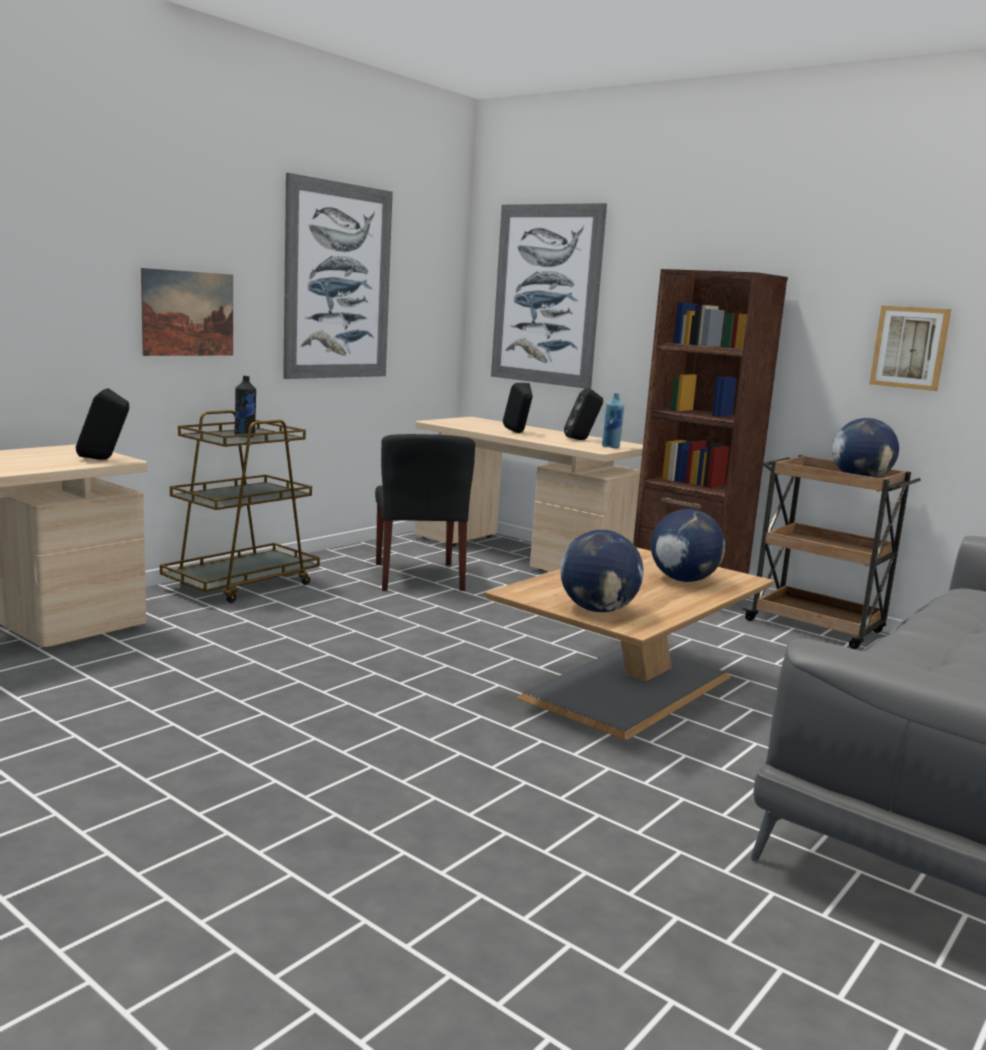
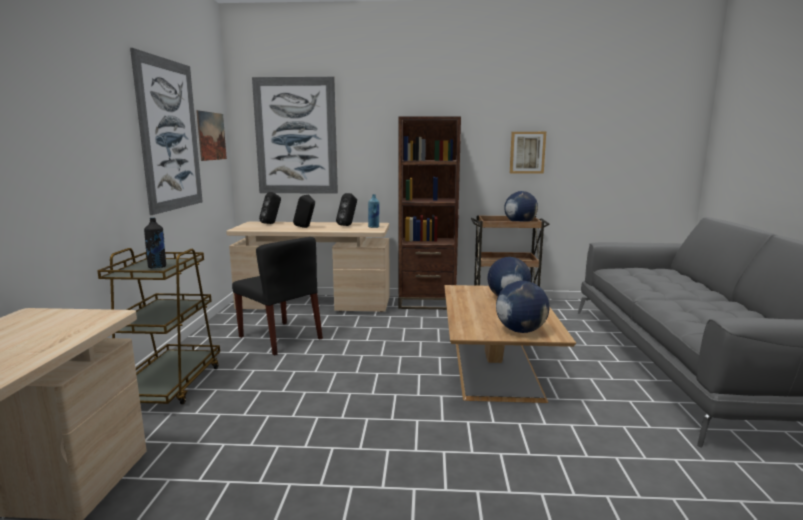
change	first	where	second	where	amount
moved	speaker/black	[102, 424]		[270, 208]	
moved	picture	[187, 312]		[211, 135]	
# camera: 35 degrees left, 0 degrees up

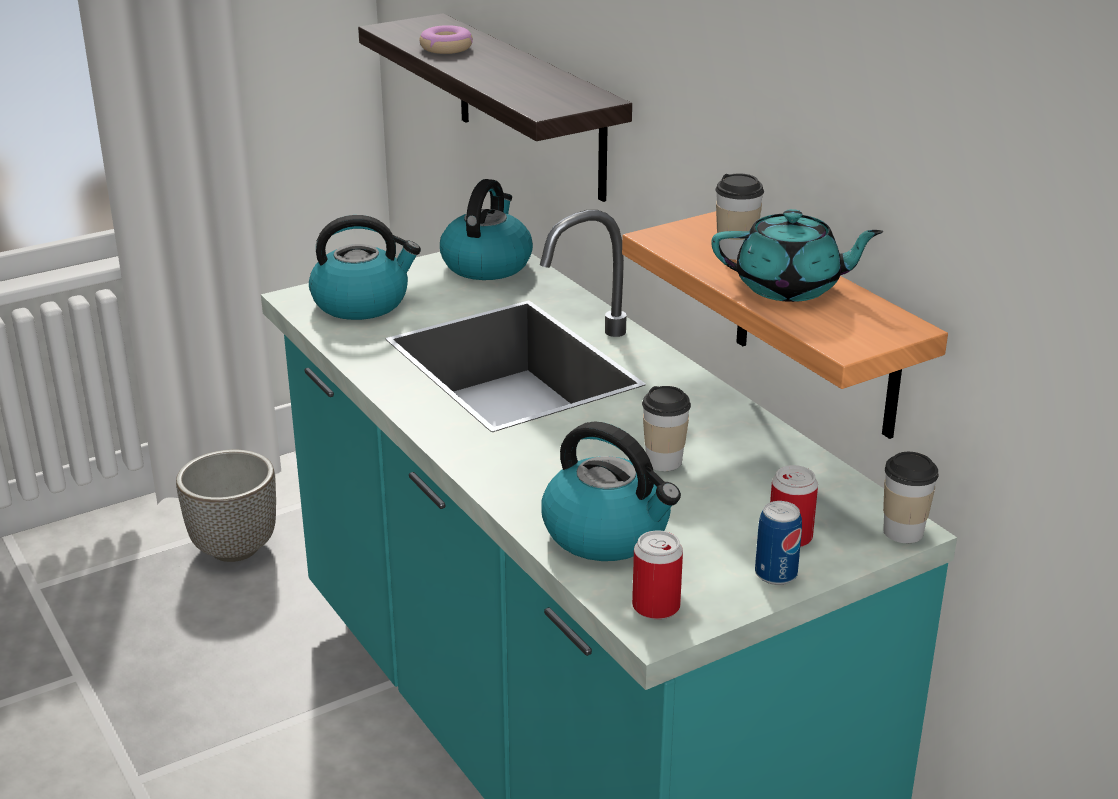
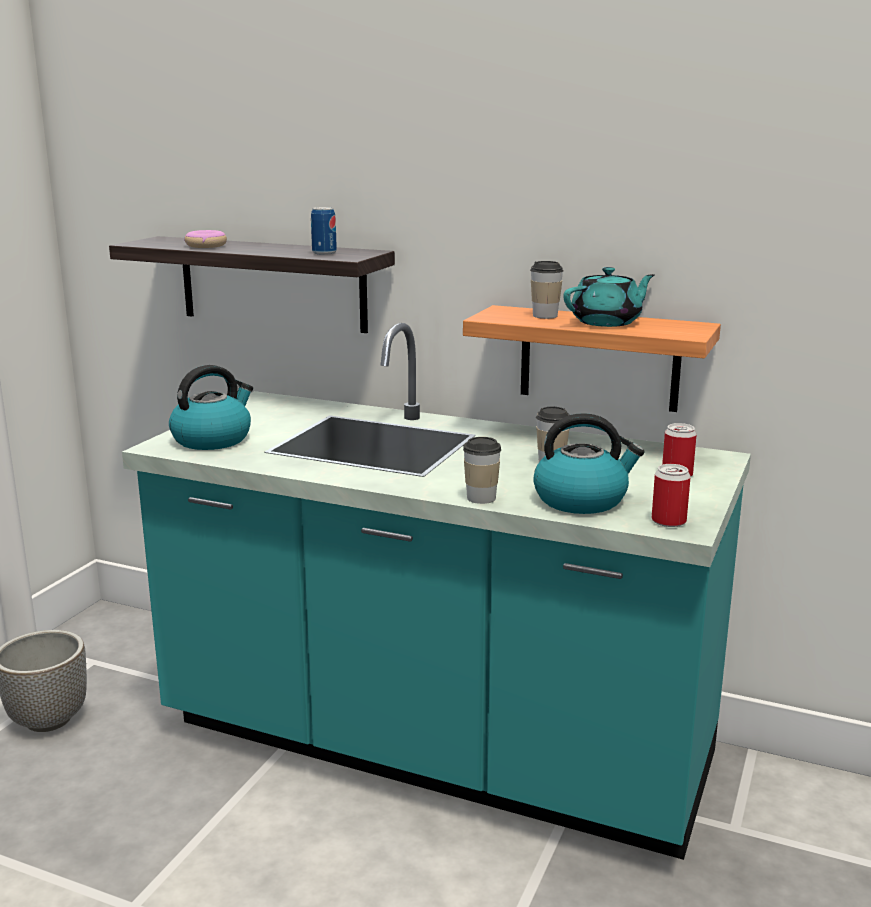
change	first	where	second	where	amount
removed	kettle	[486, 229]			
moved	can	[778, 543]		[324, 231]	
moved	cup	[911, 497]		[482, 470]	
# camera: 35 degrees left, 10 degrees down

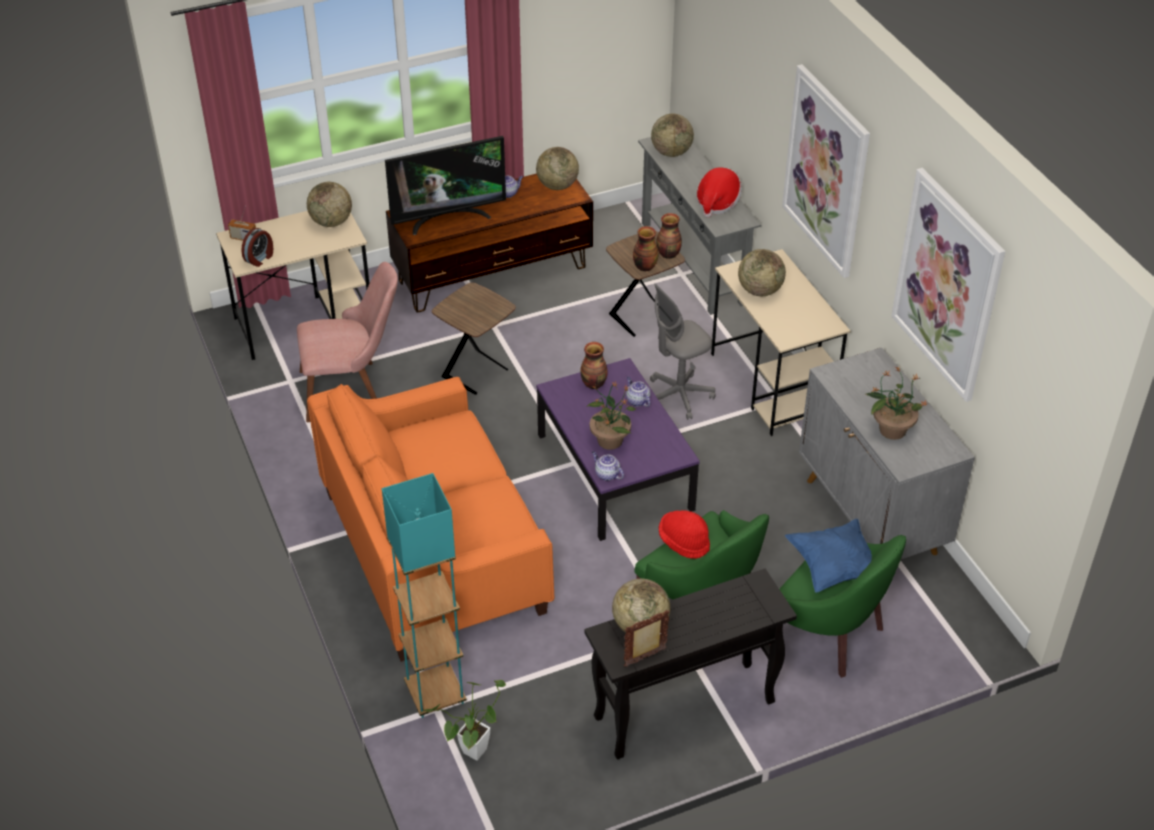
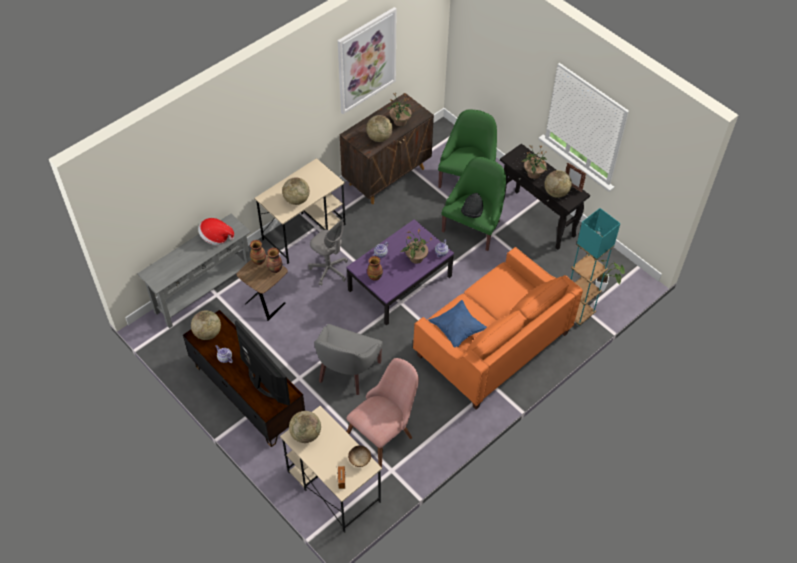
change	first	where	second	where	amount
removed	picture	[826, 171]			
added			potted plant	[534, 162]	
moved	globe	[672, 135]		[379, 128]	
moved	pillow/blue	[828, 556]		[457, 324]	
replaced	alarm clock	[257, 247]	bowl	[359, 456]	
replaced	side table/brown	[474, 338]	armchair/grey	[348, 359]	
recoloured	hat/red	[684, 534]	hat/black	[472, 205]	
recoloured	cabinet/grey	[887, 453]	cabinet/brown	[387, 149]	
turned	chair/pink	[347, 342]		[382, 412]	75 degrees clockwise
# camera: 110 degrees left, 10 degrees up

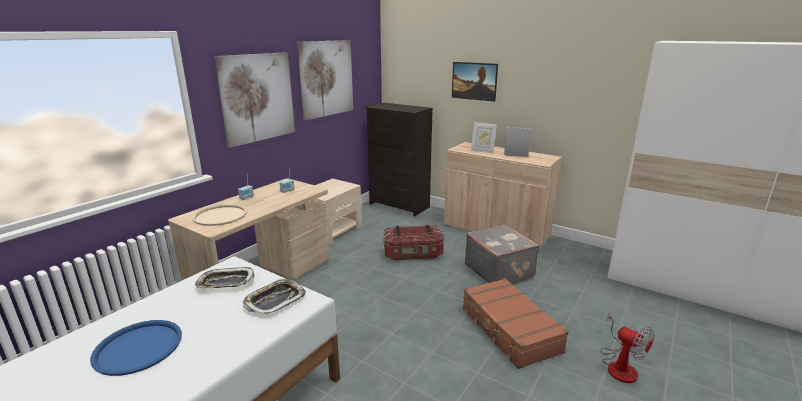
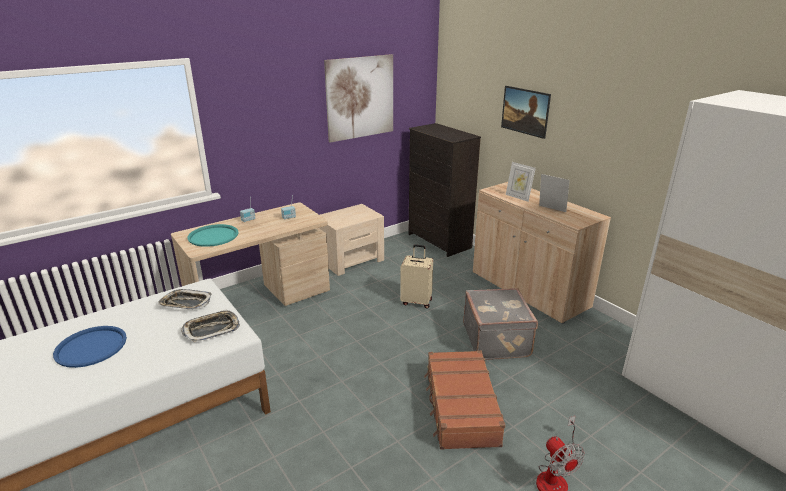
change	first	where	second	where	amount
removed	picture	[254, 100]			
replaced	storage box	[413, 242]	suitcase/beige	[416, 277]	
recoloured	tray/beige	[219, 215]	tray/turquoise	[213, 235]	
# camera: 20 degrees right, 5 degrees up

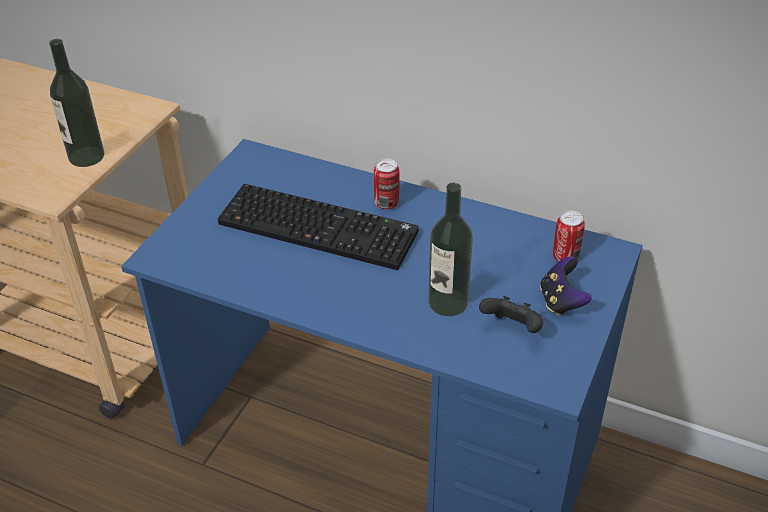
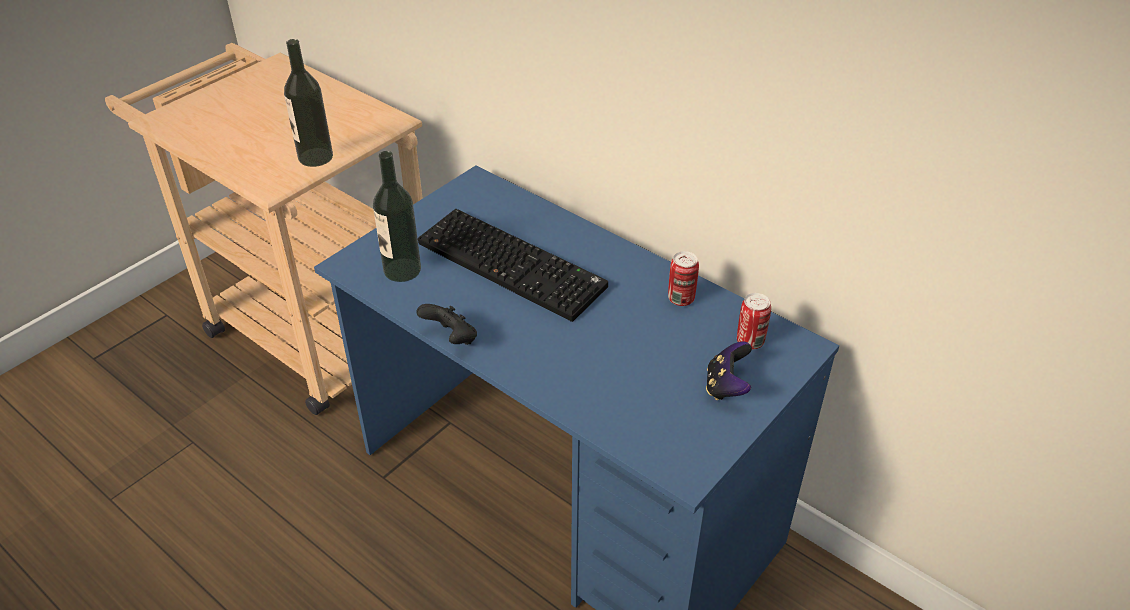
change	first	where	second	where	amount
moved	can	[386, 183]		[683, 278]	
moved	bottle	[450, 249]		[397, 216]	
moved	game controller/black	[511, 314]		[446, 324]	
# camera: 15 degrees right, 0 degrees up

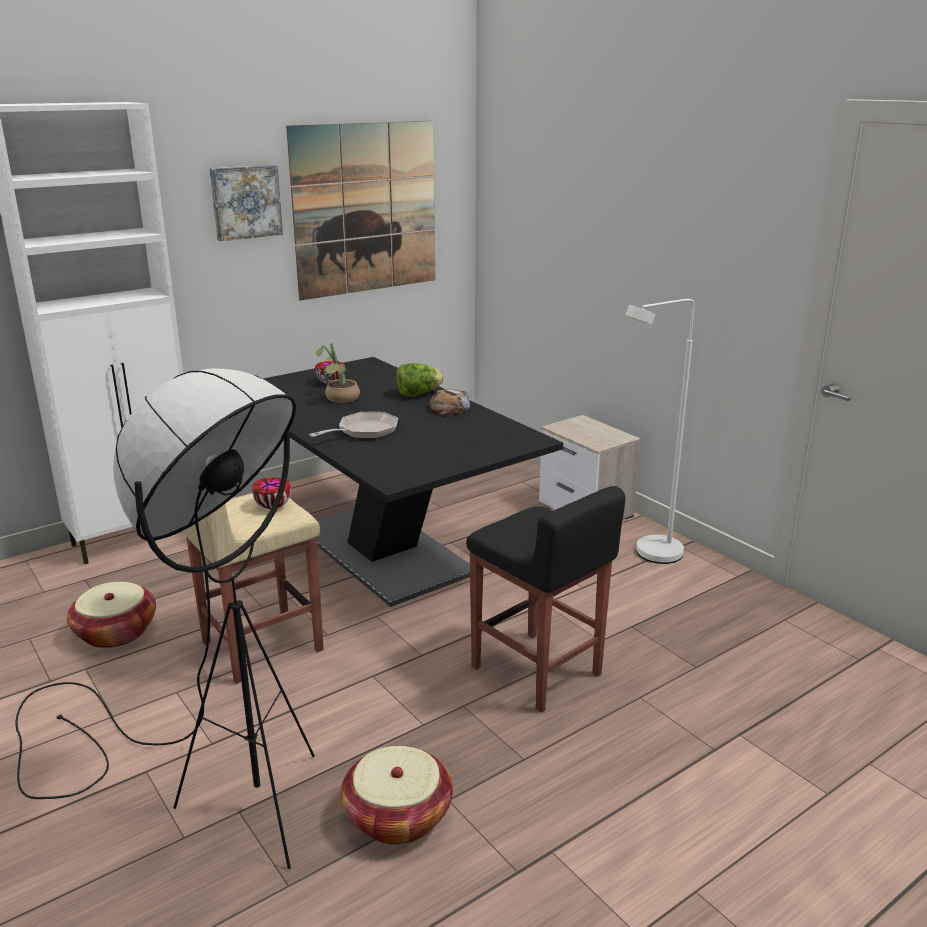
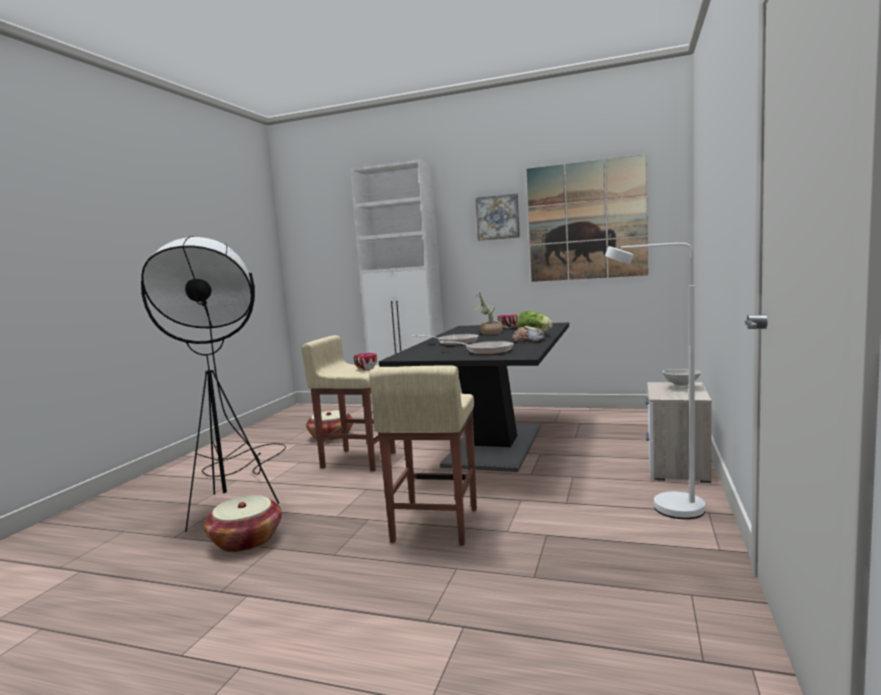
change	first	where	second	where	amount
added			frying pan	[477, 348]	
added			bowl/white	[682, 379]	
recoloured	stool/black	[545, 599]	stool/beige	[423, 455]	
# camera: 55 degrees right, 15 degrees down

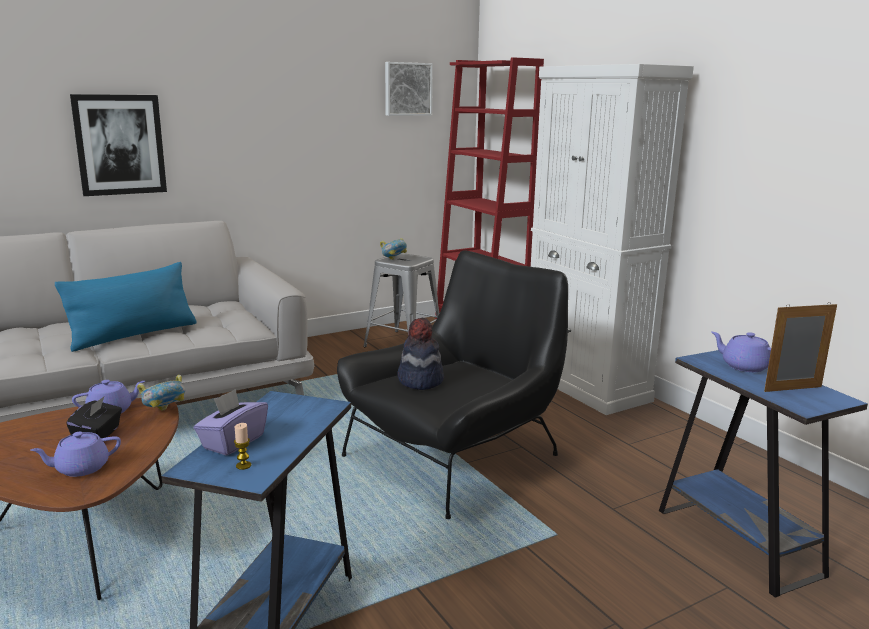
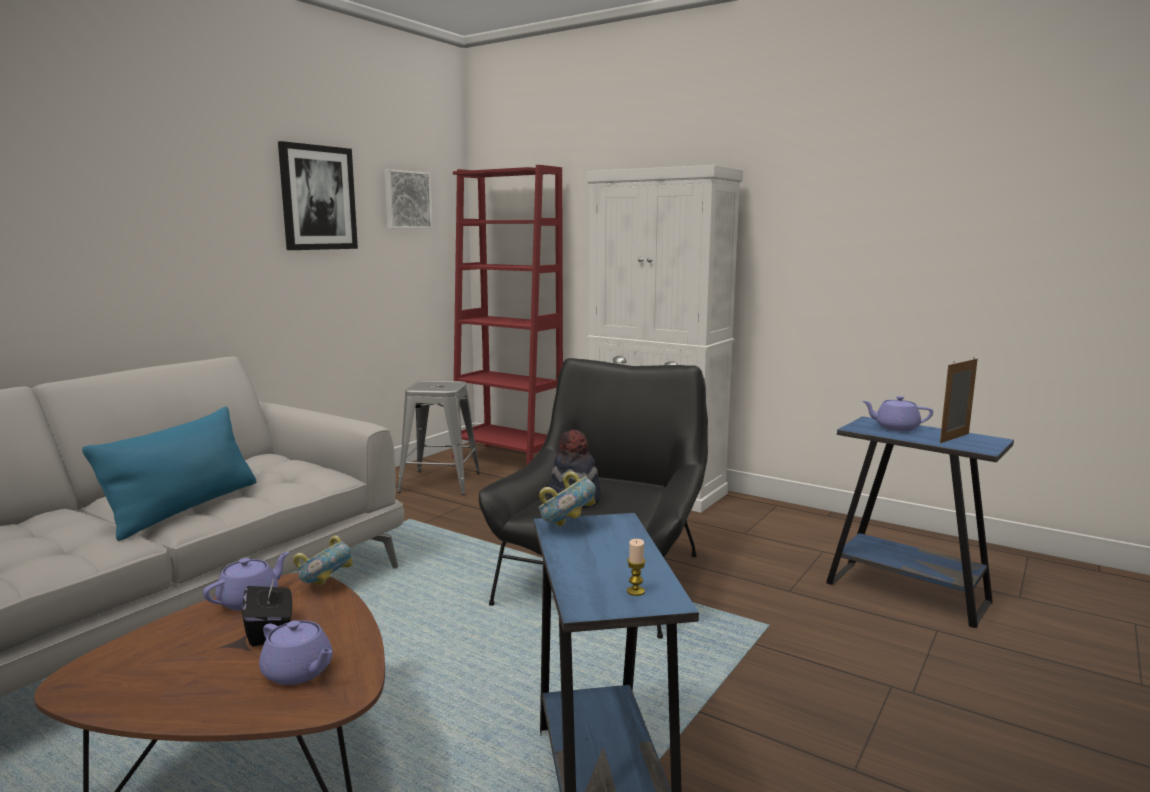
change	first	where	second	where	amount
removed	tissue box/purple	[231, 422]			
moved	picture	[118, 145]		[318, 195]	
moved	bowl	[393, 249]		[567, 499]	
turned	teapot/purple	[75, 454]		[296, 653]	90 degrees counterclockwise
# camera: 25 degrees left, 5 degrees down

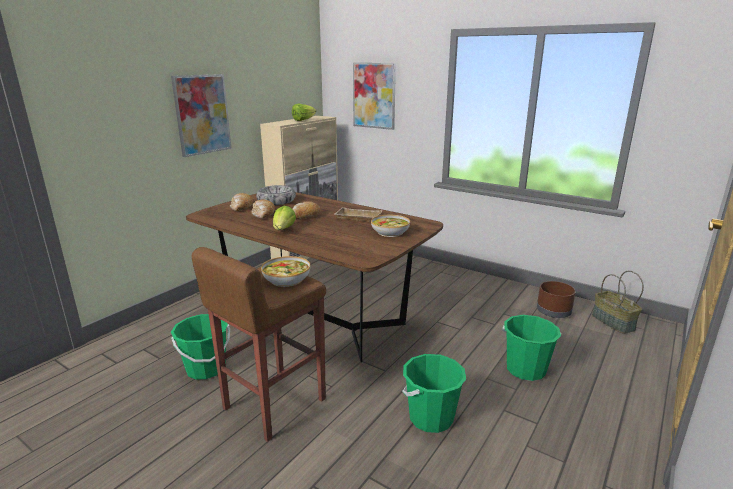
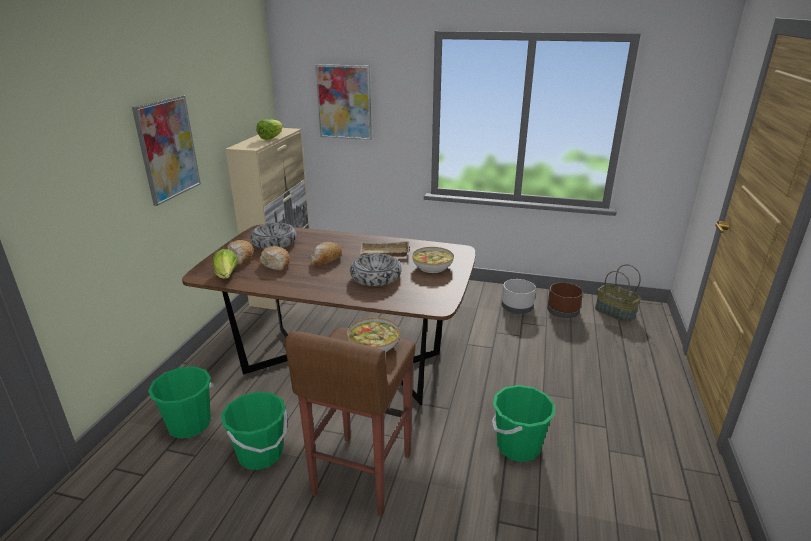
change	first	where	second	where	amount
added			bowl	[376, 269]	
added			planter/grey	[519, 296]	
moved	lettuce	[284, 218]		[225, 264]	
moved	bucket/green	[531, 348]		[181, 402]	
# camera: 20 degrees left, 5 degrees up

